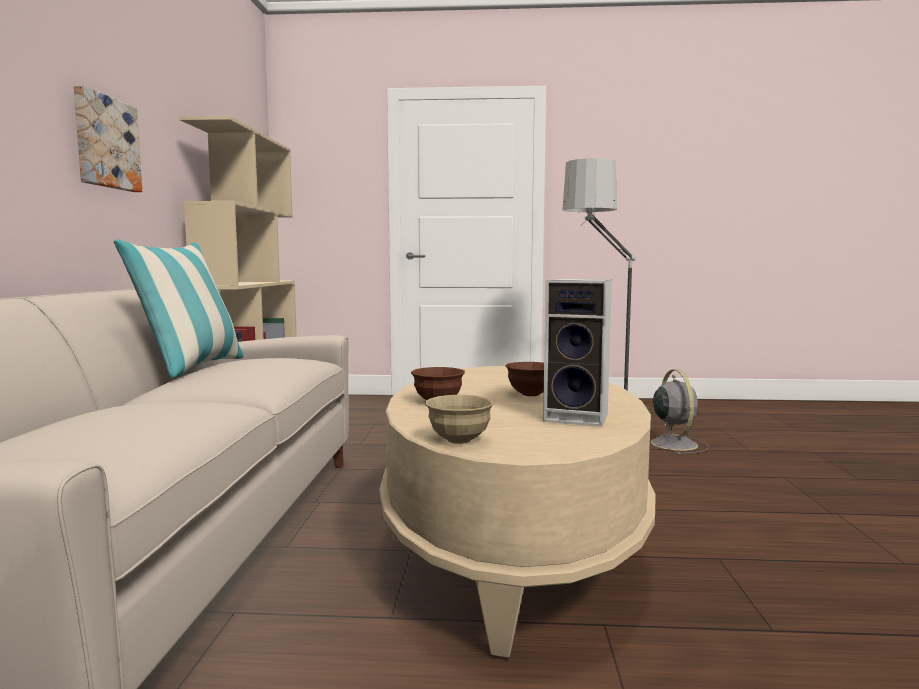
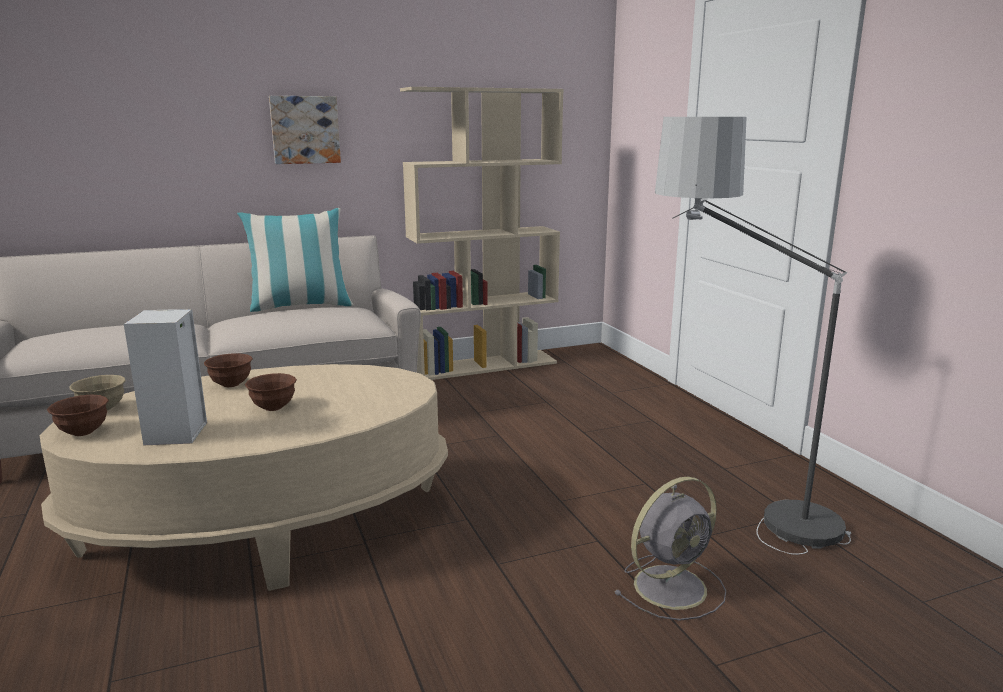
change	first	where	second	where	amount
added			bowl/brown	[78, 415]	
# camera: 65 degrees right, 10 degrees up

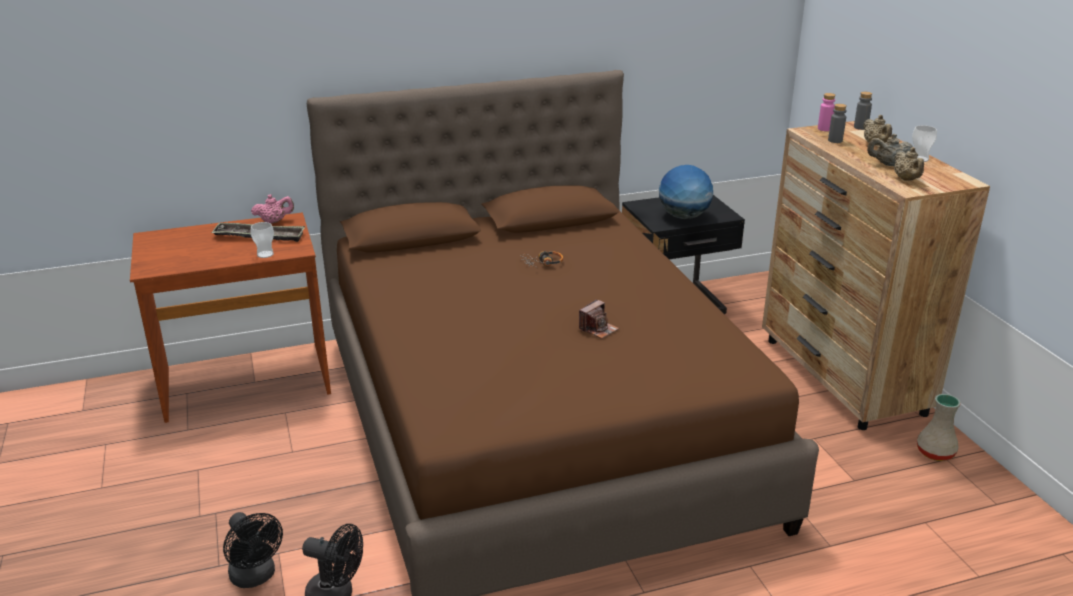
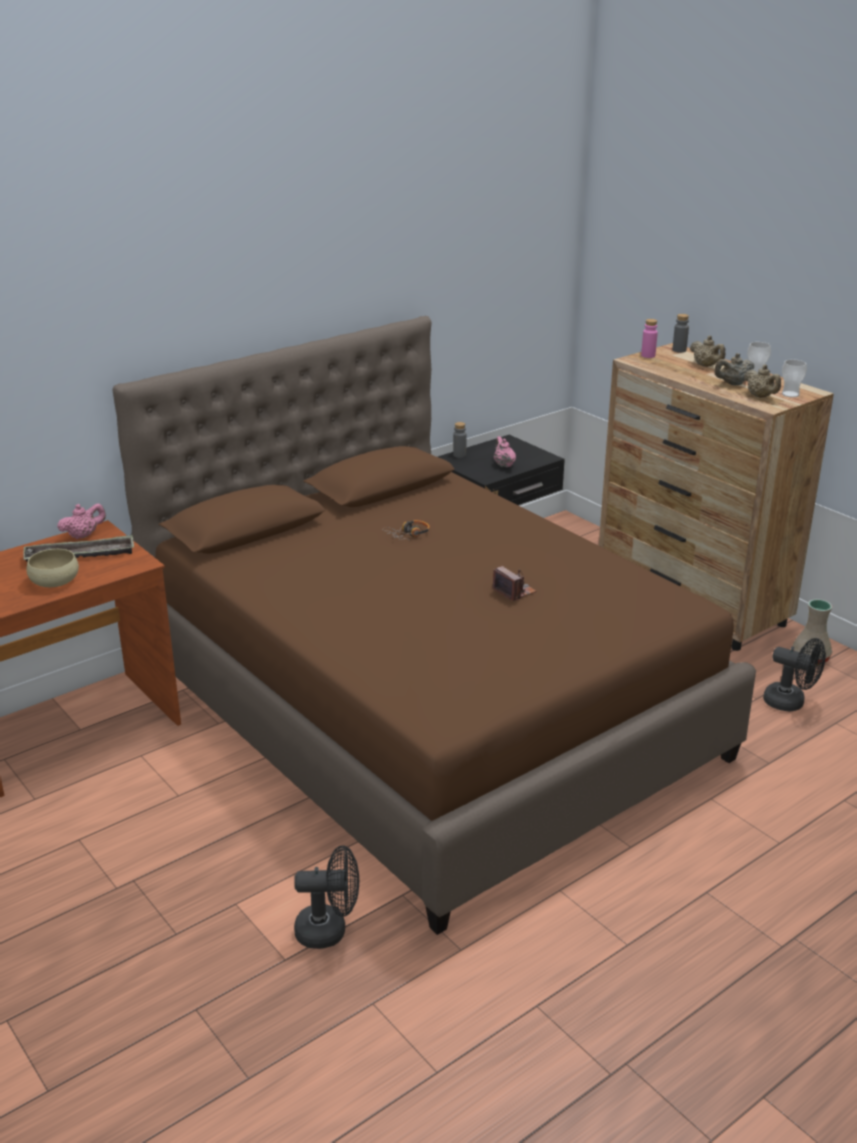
change	first	where	second	where	amount
added			bowl/beige	[52, 568]	
moved	fan/black	[253, 550]		[794, 675]	
moved	cup	[262, 240]		[794, 378]	
moved	bottle/grey	[837, 123]		[460, 440]	
replaced	globe	[686, 192]	teapot/pink	[505, 452]	
turned	photo camera	[599, 319]		[515, 583]	60 degrees counterclockwise
# camera: 20 degrees left, 0 degrees up

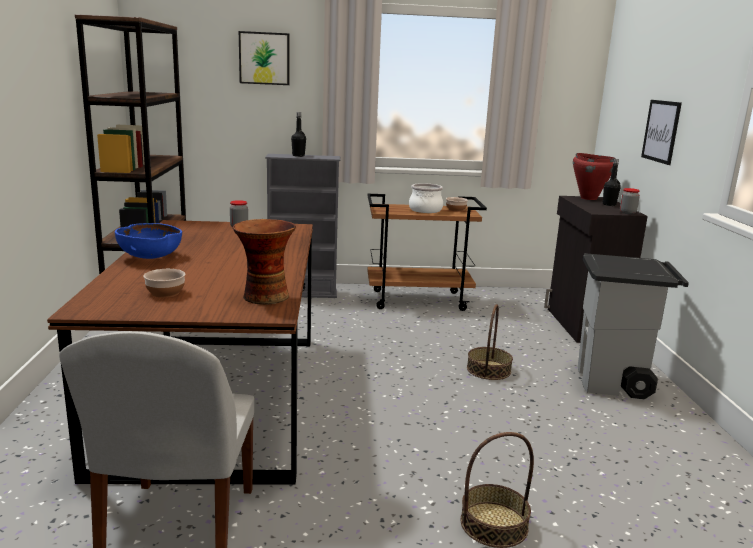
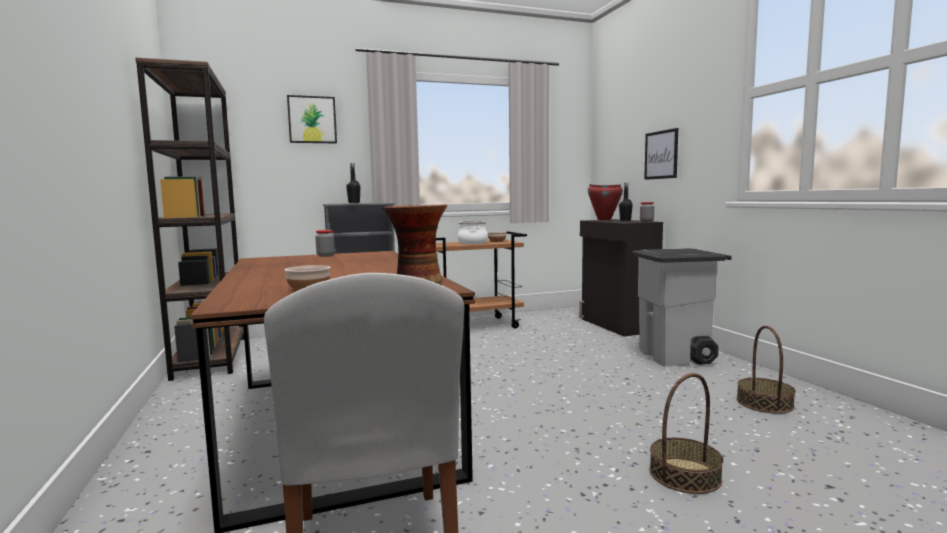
change	first	where	second	where	amount
removed	bowl/blue	[148, 241]			
moved	basket	[490, 342]		[766, 370]	
# camera: 15 degrees left, 10 degrees down

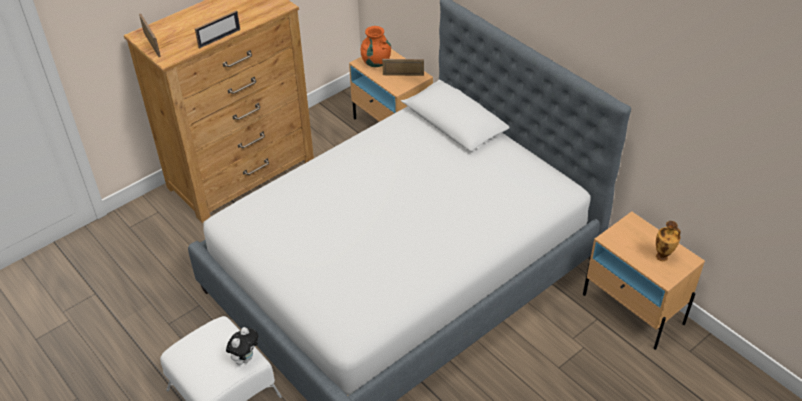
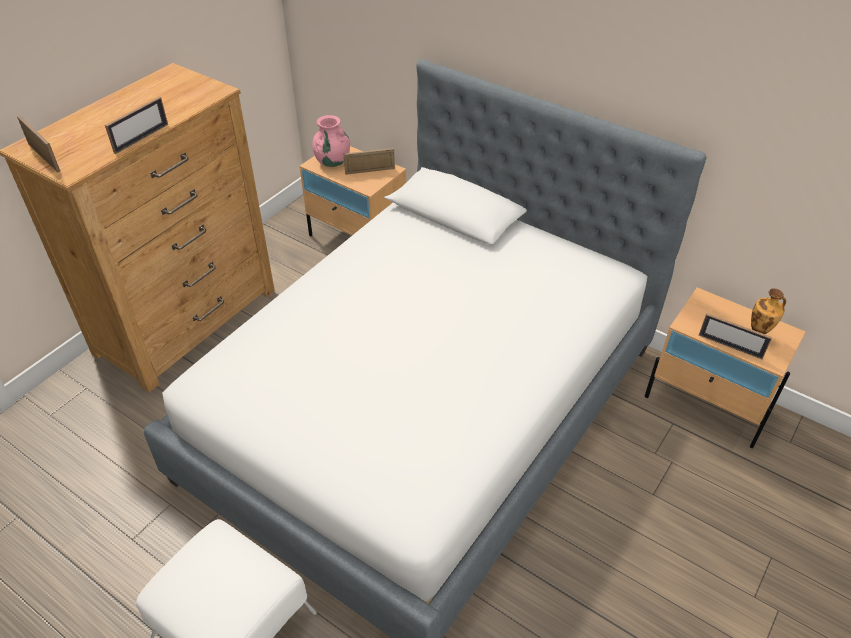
change	first	where	second	where	amount
removed	plush toy	[242, 346]			
added			picture frame	[735, 336]	
recoloured	vase/orange	[375, 46]	vase/pink	[331, 141]	
# camera: 15 degrees left, 0 degrees up

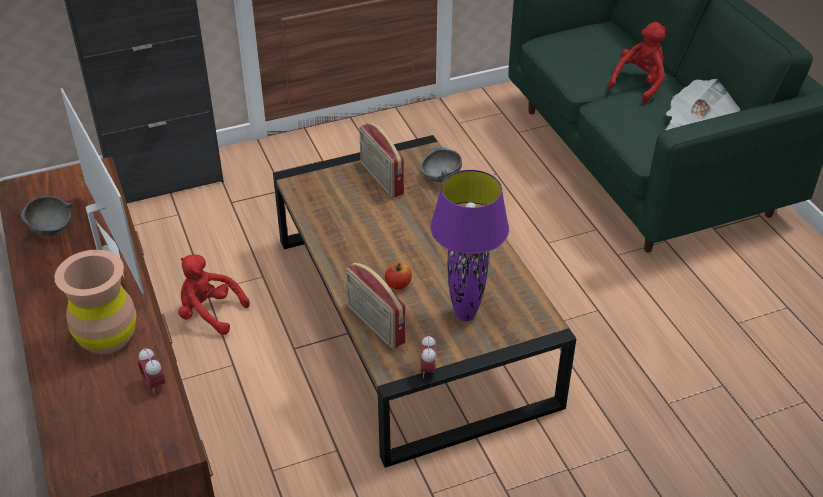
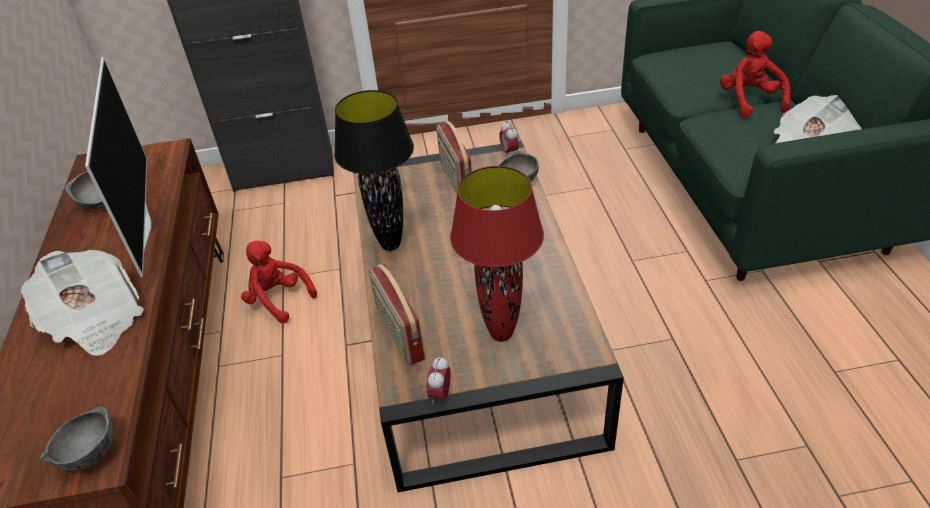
change	first	where	second	where	amount
removed	apple	[398, 276]			
added			bowl/grey	[76, 438]	
added			table lamp/black	[374, 170]	
moved	alarm clock	[151, 371]		[509, 137]	
replaced	vase/brown	[95, 302]	newspaper	[82, 303]	
recoloured	table lamp/purple	[469, 245]	table lamp/red	[497, 254]	
turned	plush toy/red	[637, 62]		[755, 74]	60 degrees counterclockwise
# camera: 15 degrees right, 0 degrees up

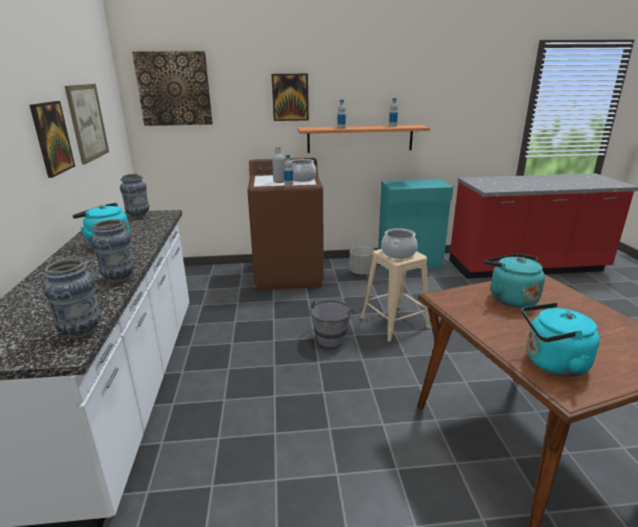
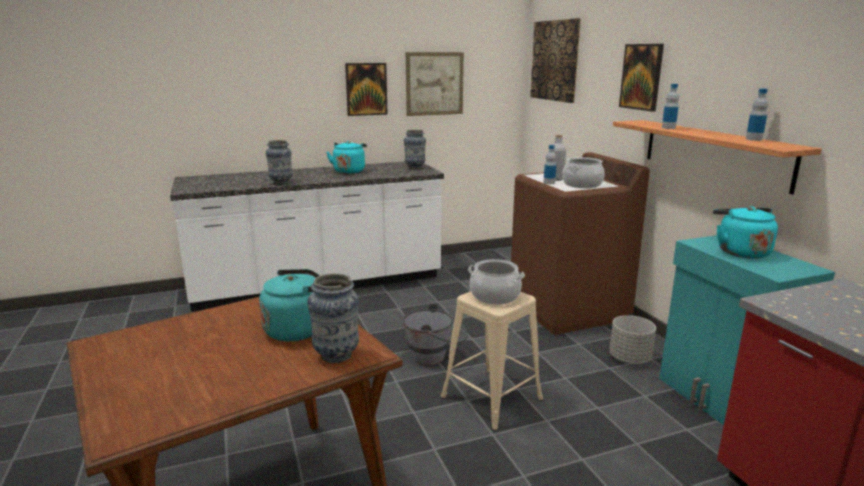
change	first	where	second	where	amount
moved	vase	[72, 299]		[333, 318]	
moved	kettle/turquoise	[561, 340]		[745, 232]	
# camera: 75 degrees right, 5 degrees down

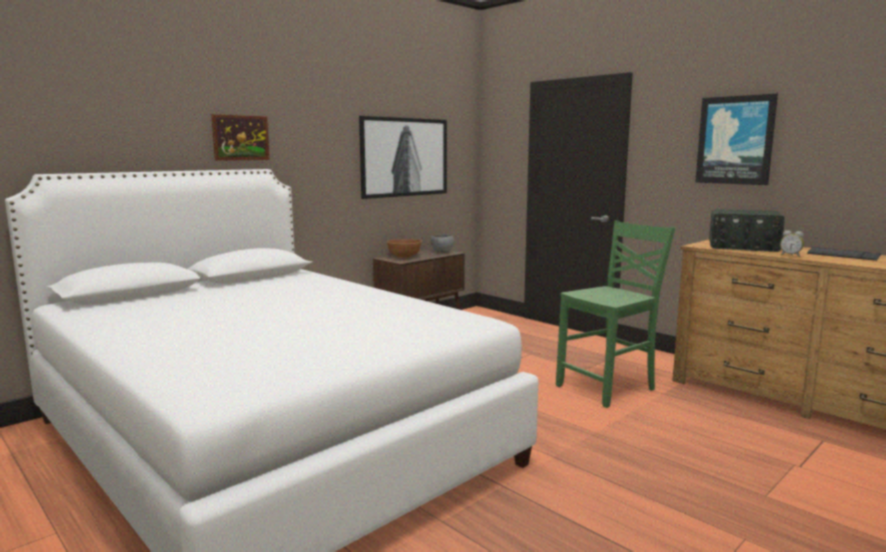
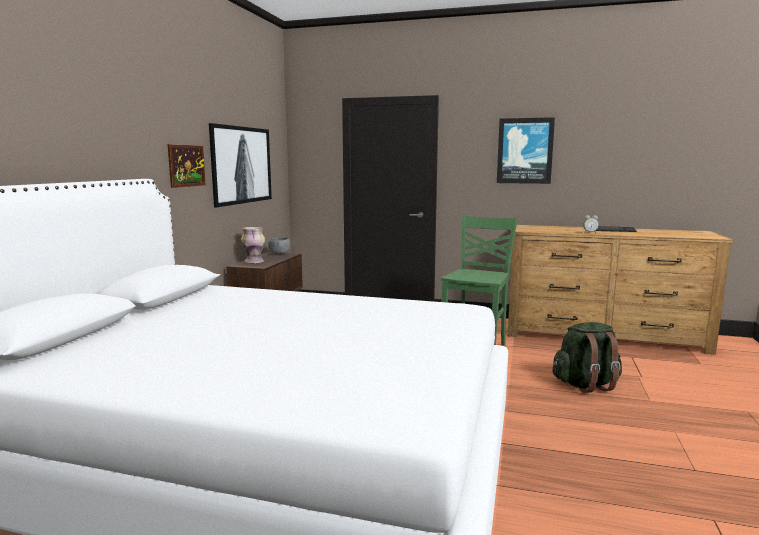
change	first	where	second	where	amount
removed	radio	[747, 230]			
added			backpack/green	[587, 357]	
moved	picture	[240, 137]		[187, 166]	
replaced	bowl/brown	[404, 248]	vase	[253, 245]	
# camera: 30 degrees left, 0 degrees up

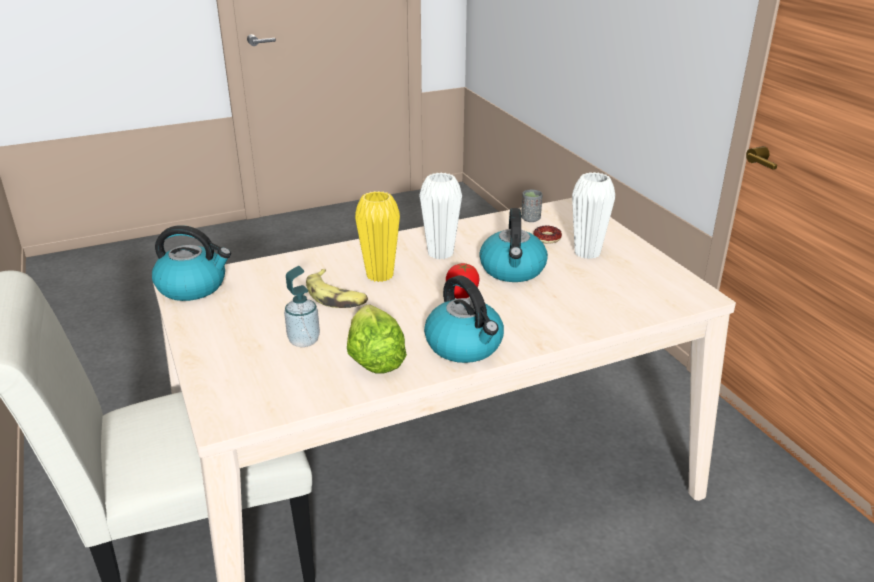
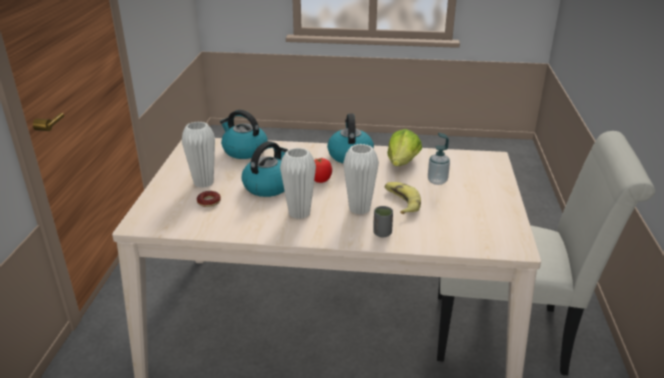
change	first	where	second	where	amount
moved	kettle	[191, 263]		[243, 134]	
moved	cup/grey	[532, 205]		[383, 221]	
recoloured	vase/yellow	[377, 236]	vase/white	[361, 179]	
# camera: 150 degrees left, 0 degrees up

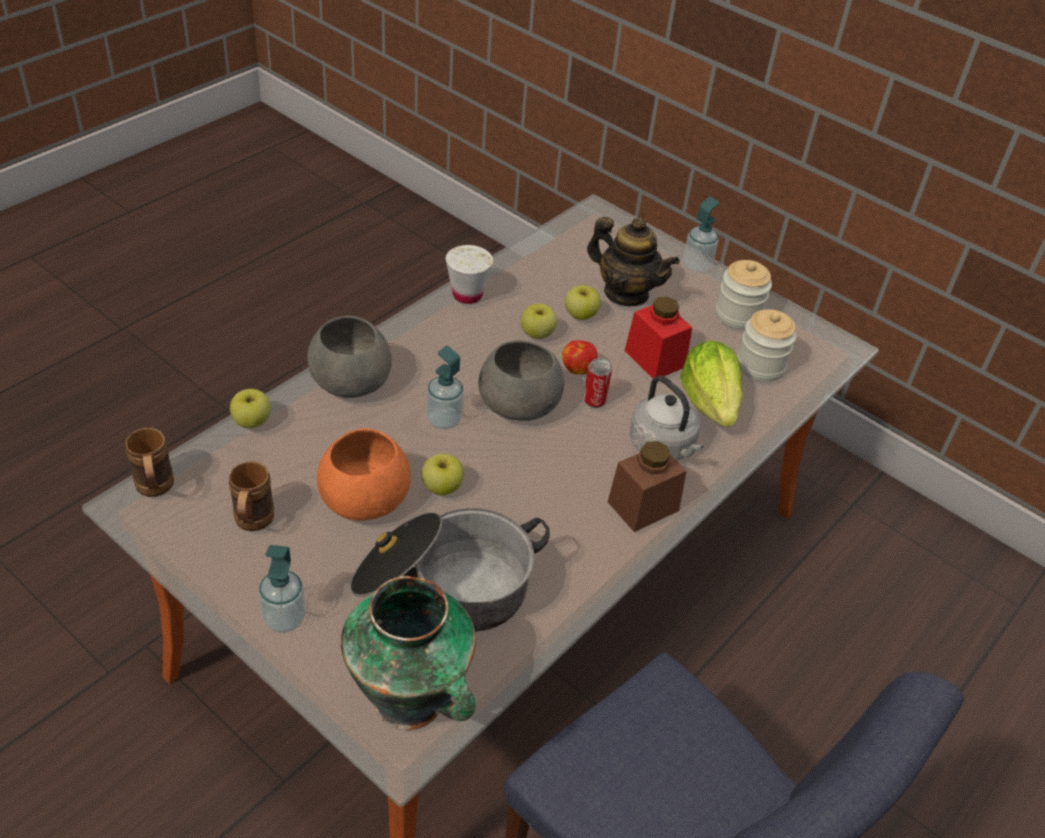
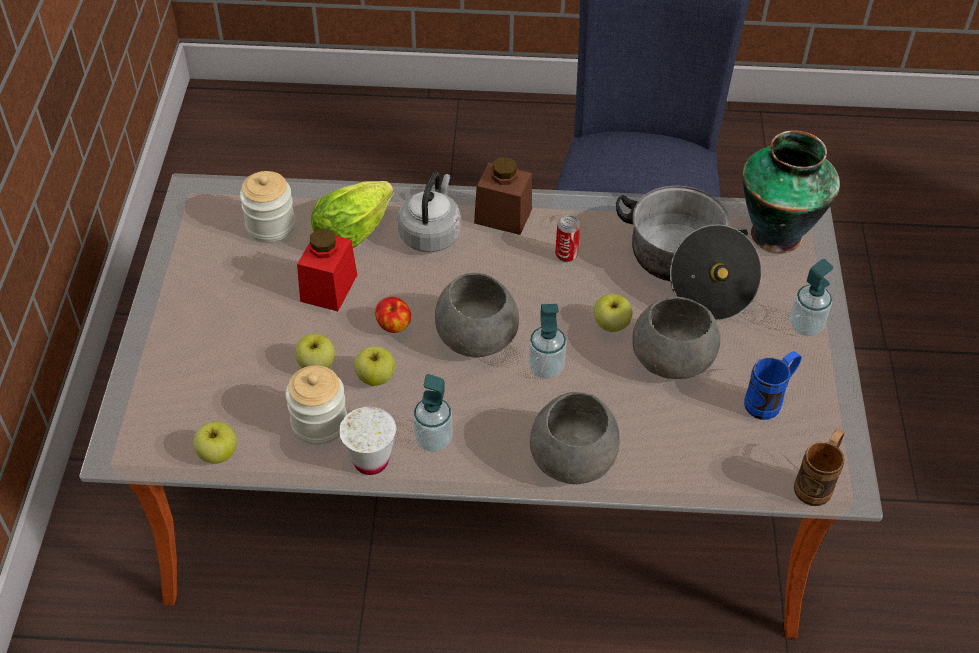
change	first	where	second	where	amount
removed	teapot	[633, 261]			
moved	apple	[250, 408]		[215, 442]	
moved	can	[597, 383]		[568, 238]	
moved	soap dispenser	[701, 235]		[433, 413]	
moved	jar	[744, 294]		[316, 405]	
recoloured	mug/brown	[251, 496]	mug/blue	[772, 385]	
recoloured	bowl/orange	[364, 474]	bowl/grey	[676, 338]	
# camera: 125 degrees left, 5 degrees up

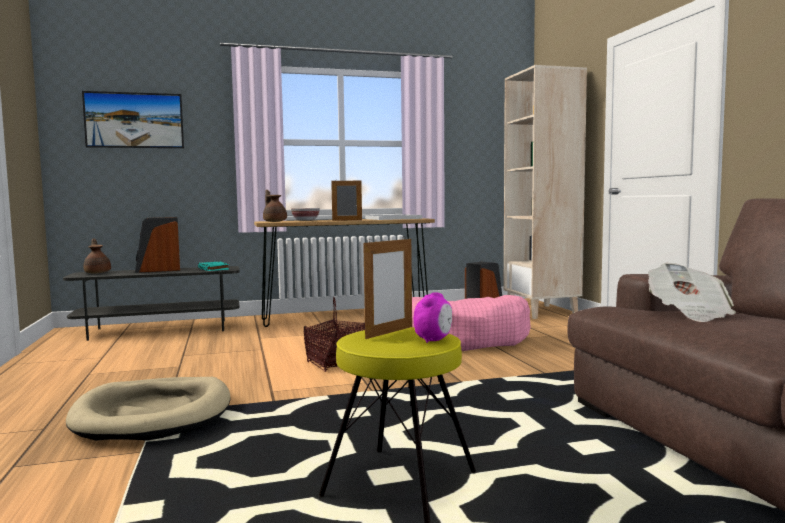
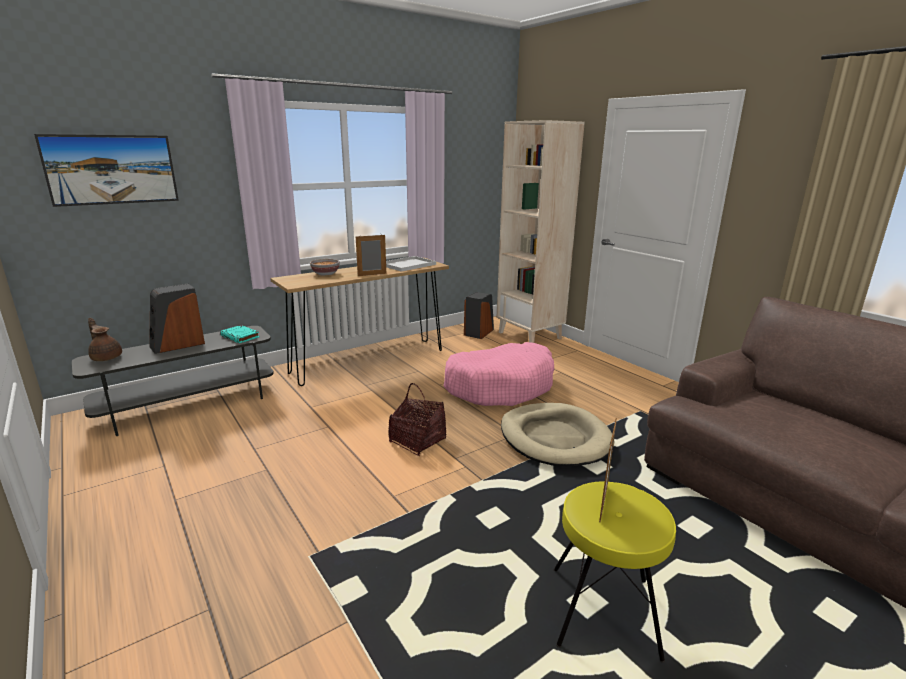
change	first	where	second	where	amount
removed	teapot/brown	[275, 206]			
removed	alarm clock	[433, 317]			
removed	newspaper	[692, 292]			
moved	dog bed/beige	[148, 409]		[557, 435]	
# camera: 20 degrees left, 15 degrees up

